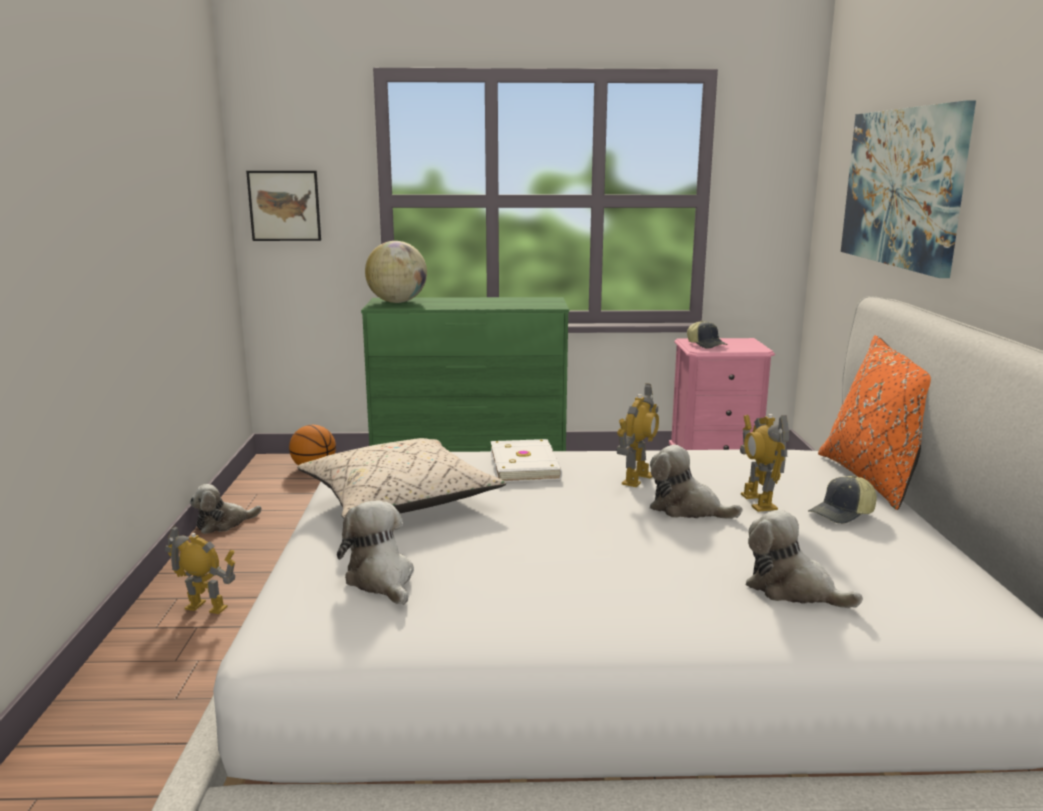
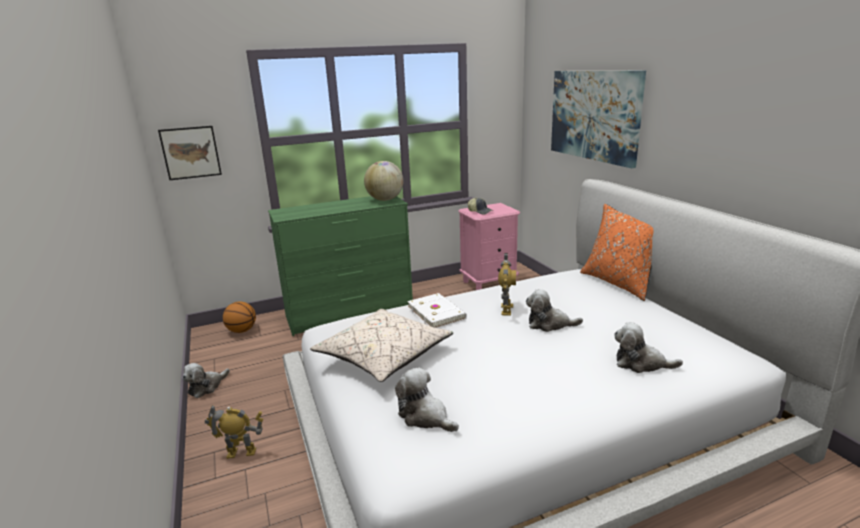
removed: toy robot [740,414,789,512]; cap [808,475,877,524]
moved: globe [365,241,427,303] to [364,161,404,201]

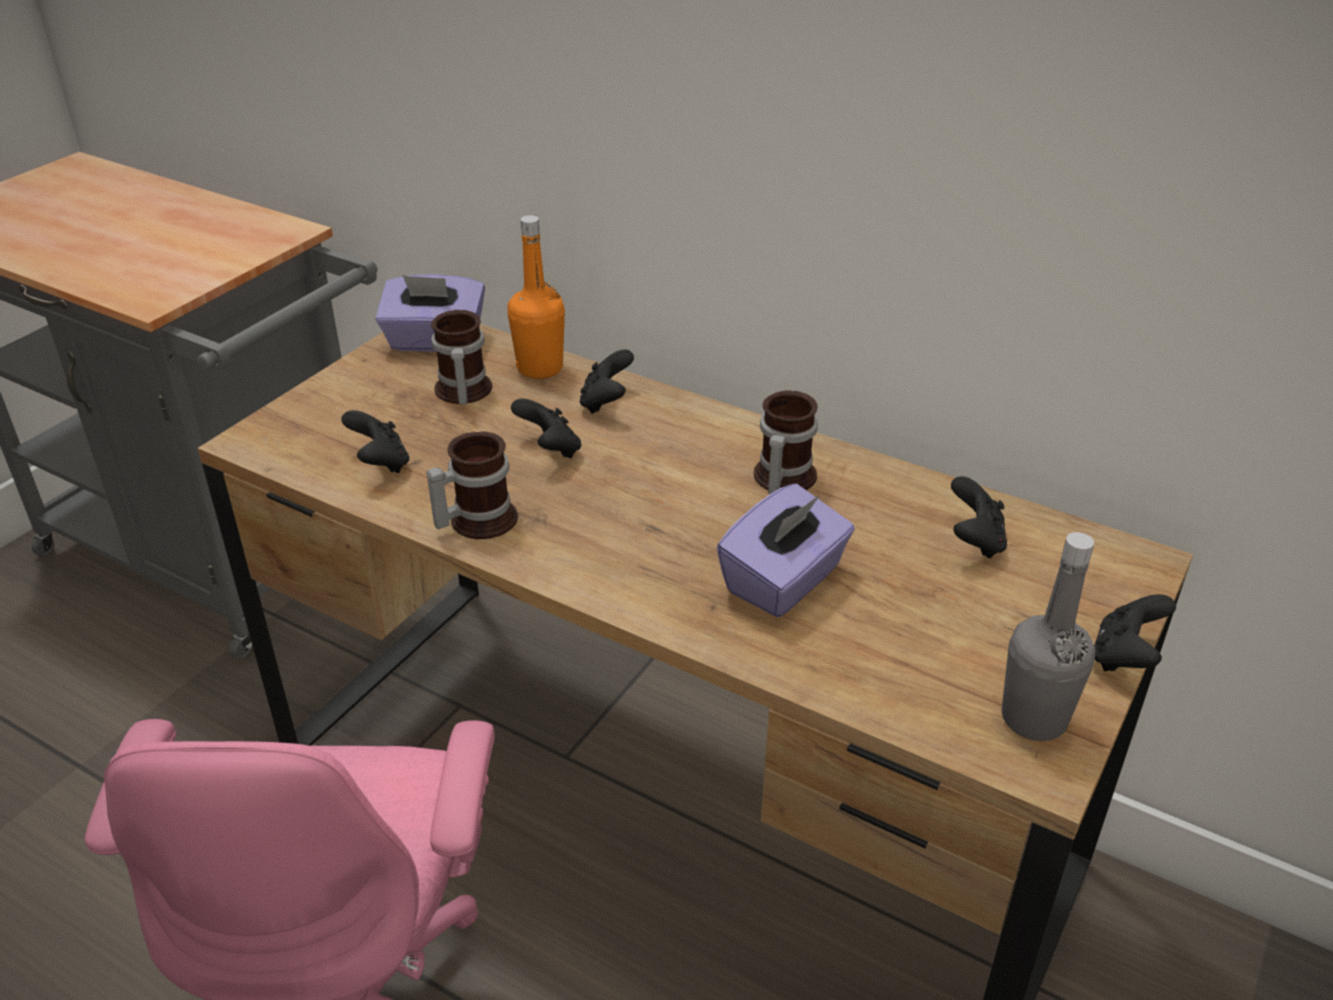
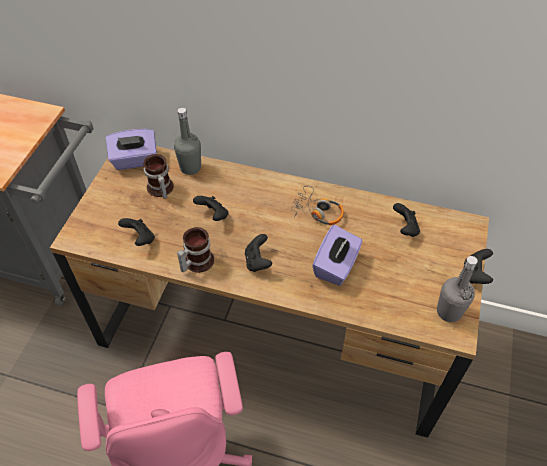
moved: black game controller [580,350,634,414] to [245,234,272,272]
replaced: mug [754,391,818,494] to headphones [291,186,344,225]
recoloured: orange bottle [507,215,565,379] to grey bottle [174,107,201,175]

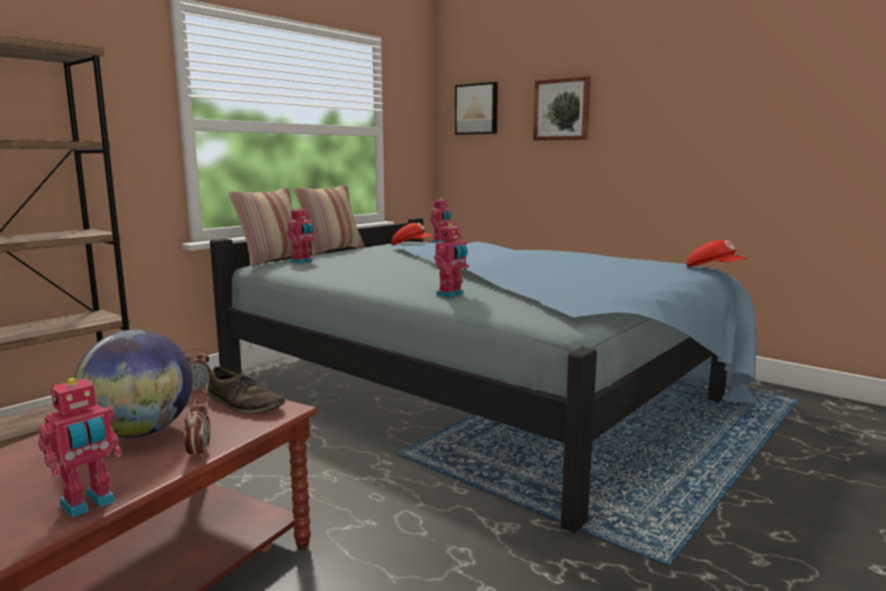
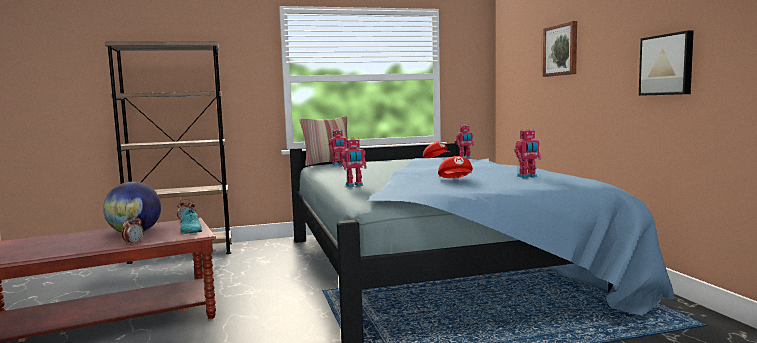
removed: pillow [295,185,364,255]
moved: toy robot [38,376,122,517] to [514,128,542,178]; picture [455,82,498,135] to [639,30,694,96]; red cap [687,240,747,267] to [438,156,473,178]
recoloured: brown shoe [208,366,285,414] to turquoise shoe [180,209,202,234]

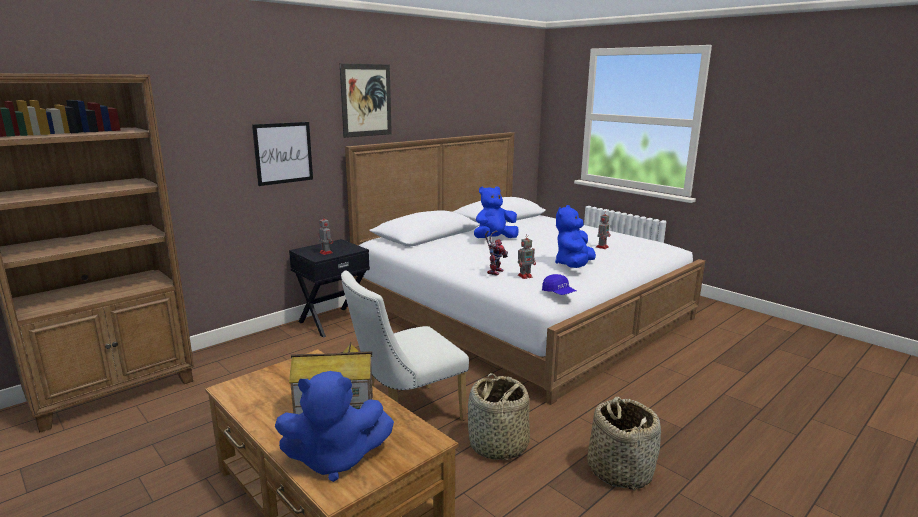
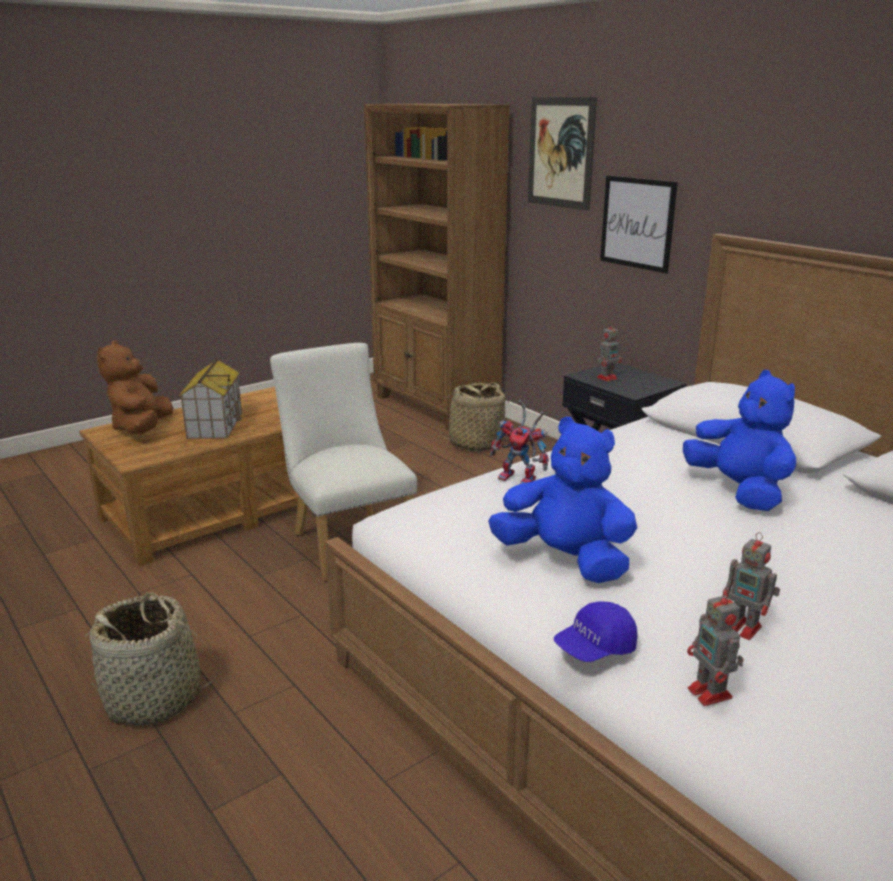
moved: picture [340,63,392,138] to [528,97,597,211]; basket [468,373,530,460] to [436,382,508,451]; toy robot [518,234,536,279] to [687,589,744,706]; blue cap [542,274,576,295] to [554,601,638,662]
recoloured: blue plush toy [275,371,394,482] to brown plush toy [97,340,173,434]

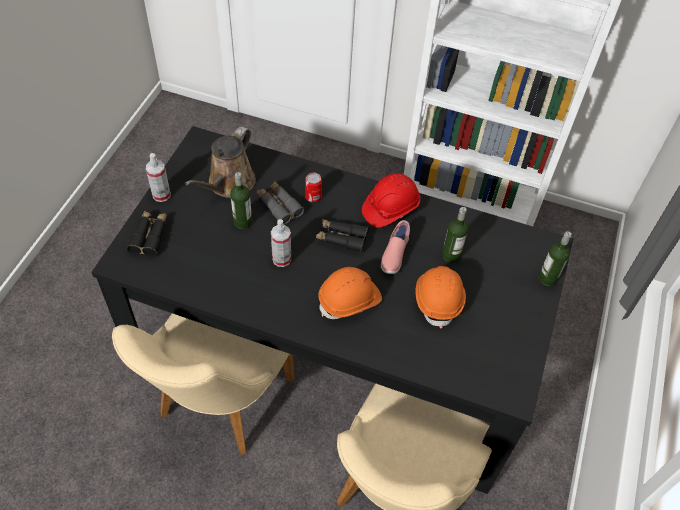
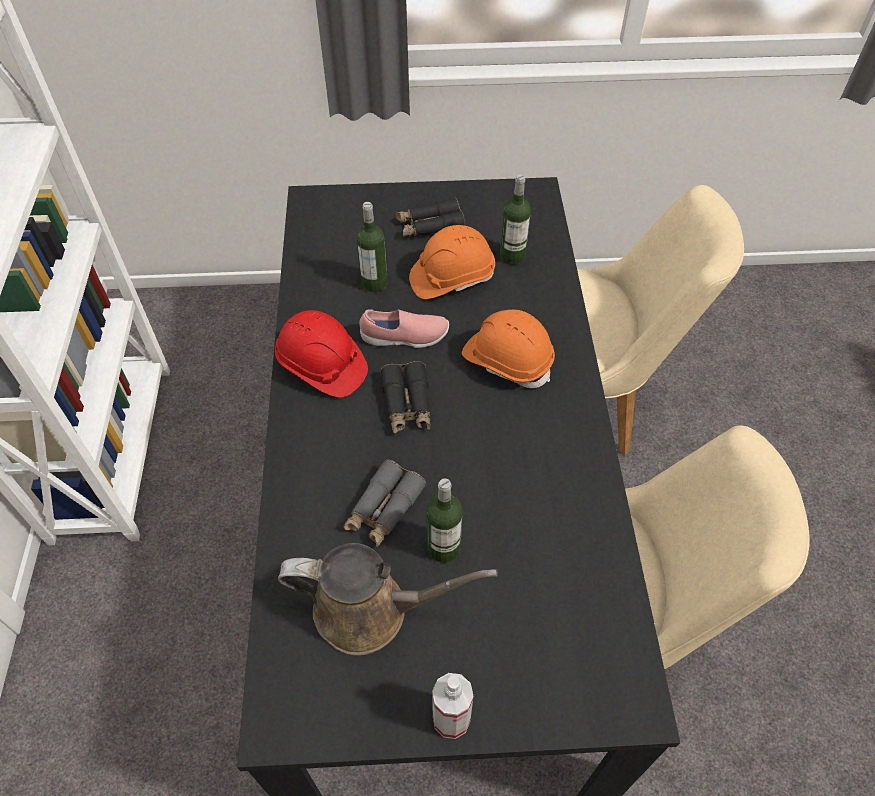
removed: spray bottle [271,219,291,267]; can [305,173,322,202]
moved: black binoculars [127,211,167,256] to [396,198,466,237]; bottle [538,231,572,286] to [500,174,531,265]

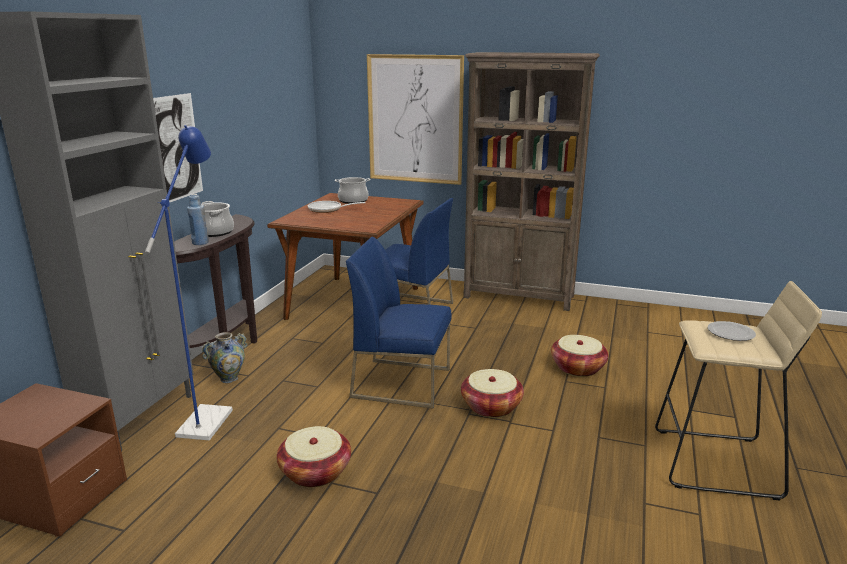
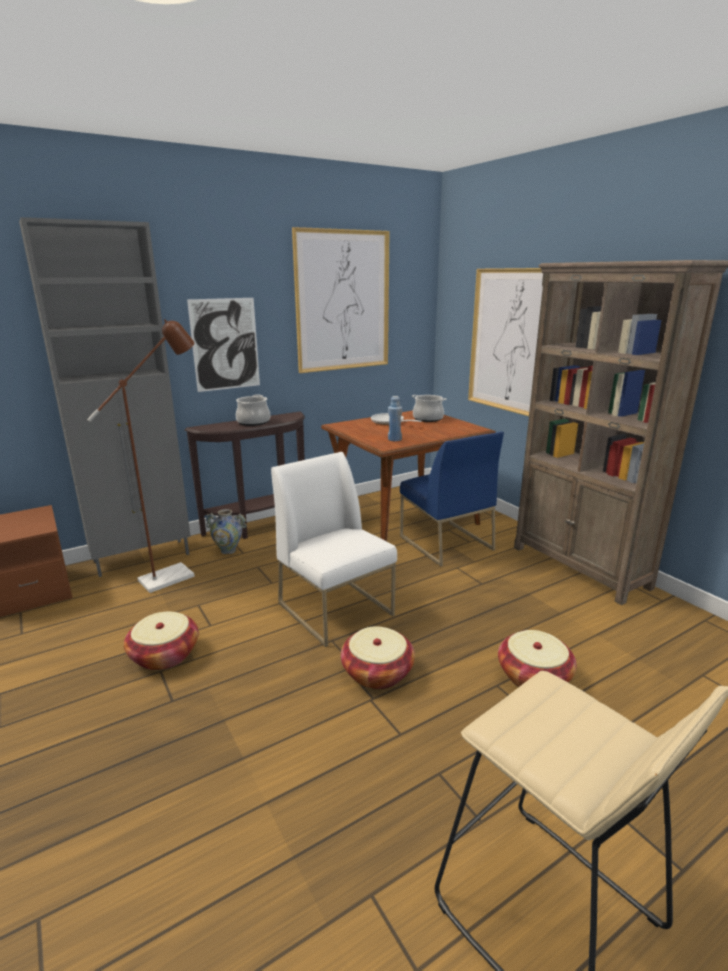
removed: plate [708,321,756,341]
added: picture [292,227,389,373]
moved: blue bottle [187,194,209,245] to [388,396,402,441]
recoloured: blue floor lamp [145,125,233,440] to brown floor lamp [87,319,195,593]; blue chair [346,237,452,408] to white chair [271,452,397,647]

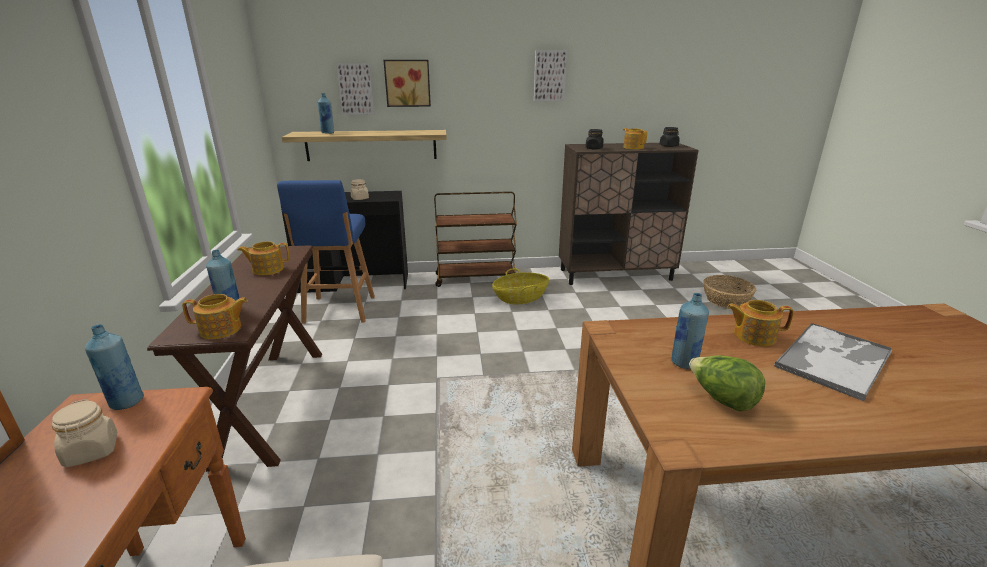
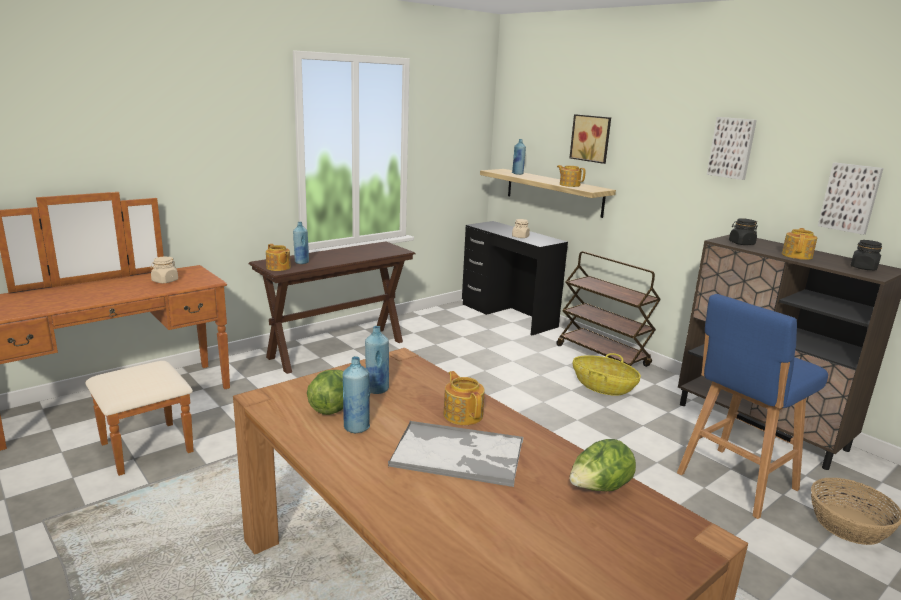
added: lettuce [570,439,636,491]
moved: blue bottle [85,324,144,410] to [343,356,370,433]; teapot [237,241,290,275] to [557,165,586,187]; blue stool [277,180,375,324] to [677,294,828,519]; picture [336,63,375,115] to [818,163,883,235]

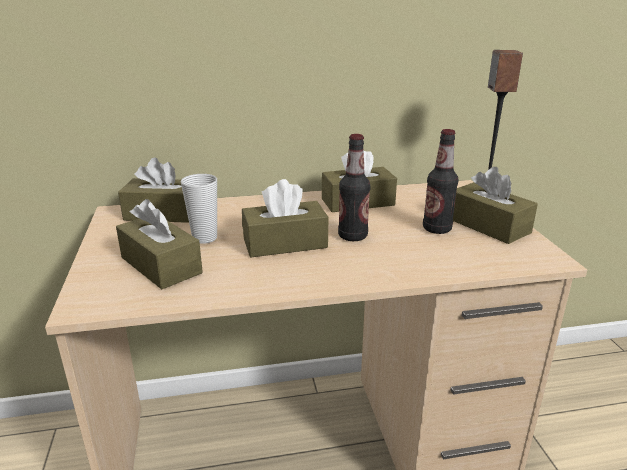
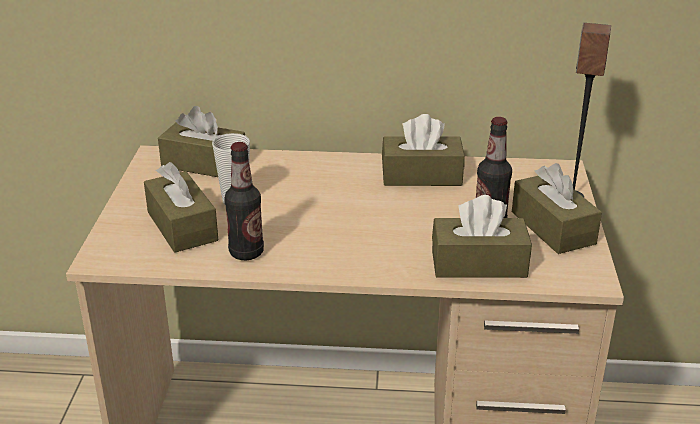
moved: brown tissue box [242,179,328,257] to [432,195,532,278]; bottle [338,134,370,241] to [224,142,264,260]

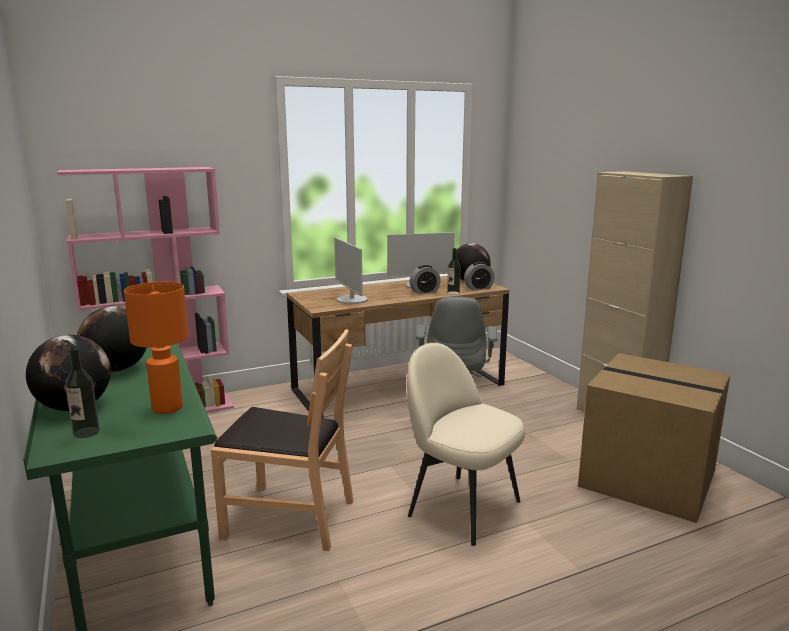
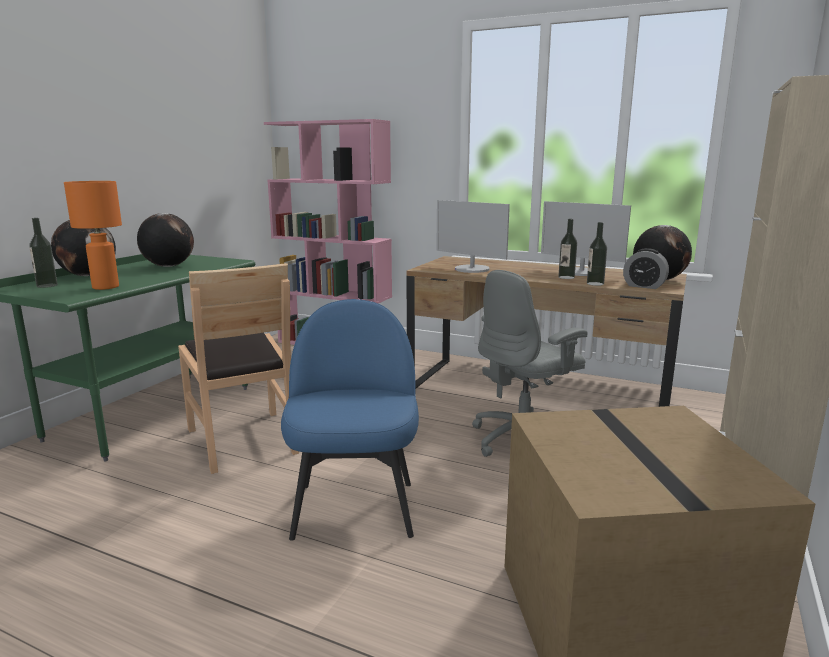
replaced: alarm clock [410,265,441,294] to bottle [558,219,577,279]
recoloured: beige chair [407,343,525,546] to blue chair [281,299,419,541]
turned: monitor [334,237,368,304] = [436,200,510,273] 75 degrees counterclockwise

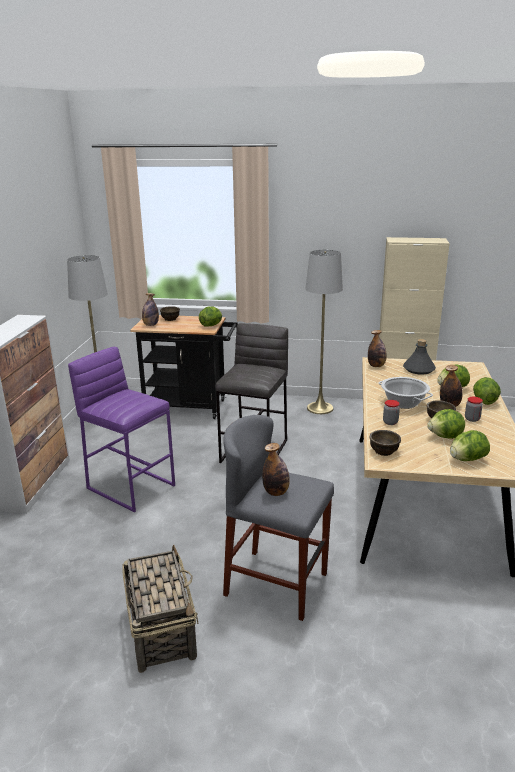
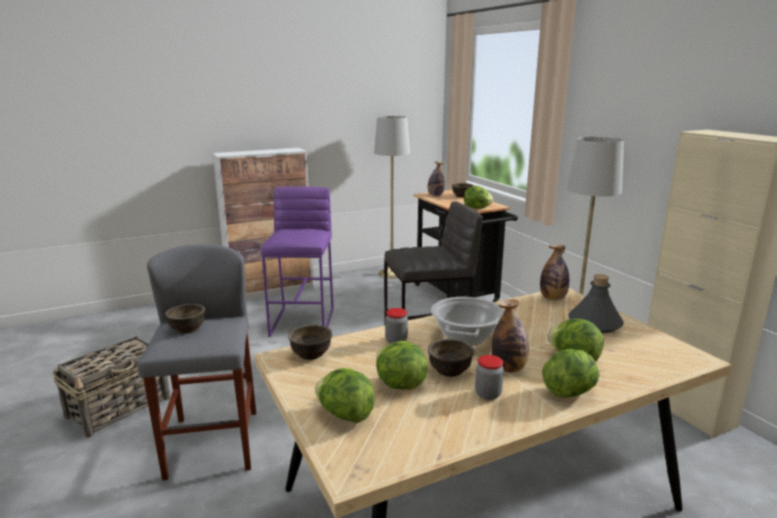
replaced: bottle [262,443,290,496] to brown bowl [165,304,205,333]

